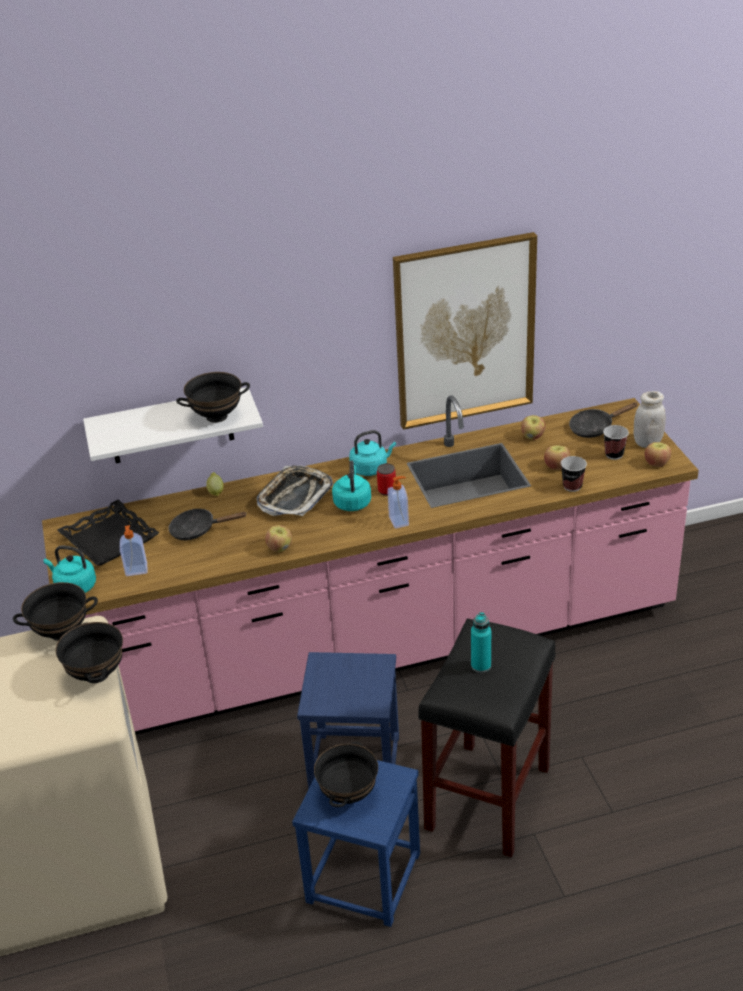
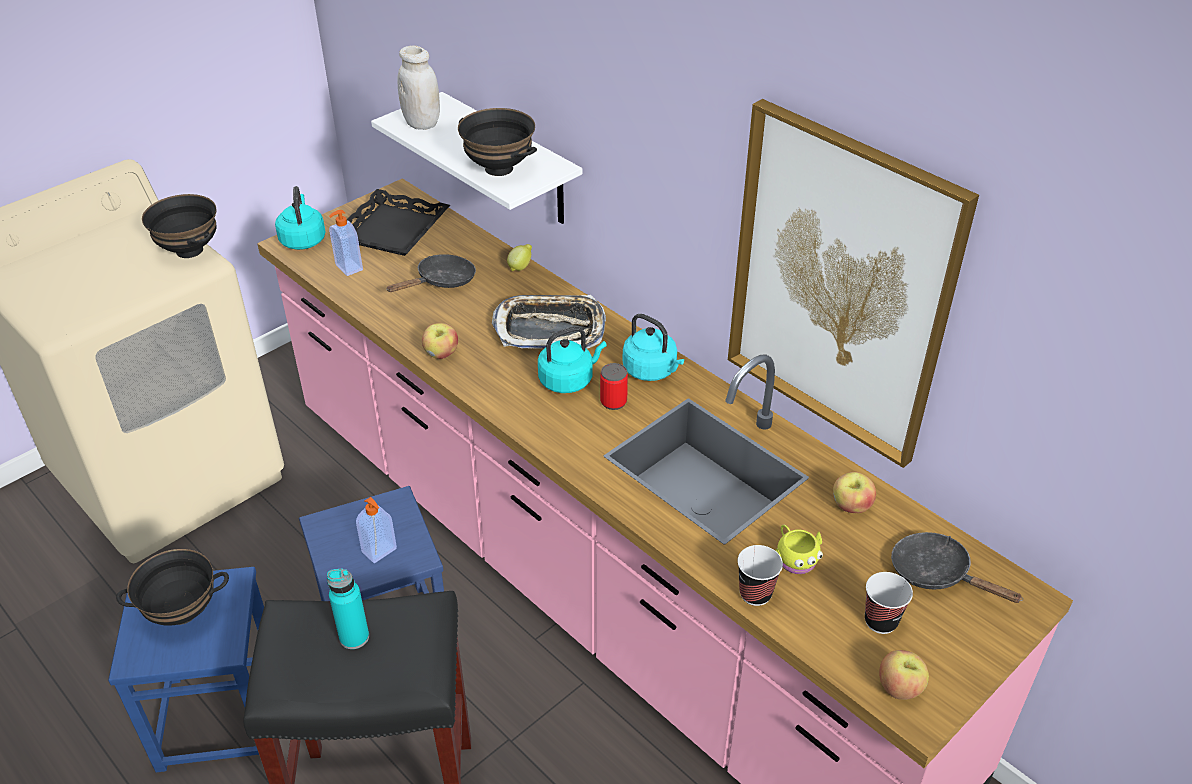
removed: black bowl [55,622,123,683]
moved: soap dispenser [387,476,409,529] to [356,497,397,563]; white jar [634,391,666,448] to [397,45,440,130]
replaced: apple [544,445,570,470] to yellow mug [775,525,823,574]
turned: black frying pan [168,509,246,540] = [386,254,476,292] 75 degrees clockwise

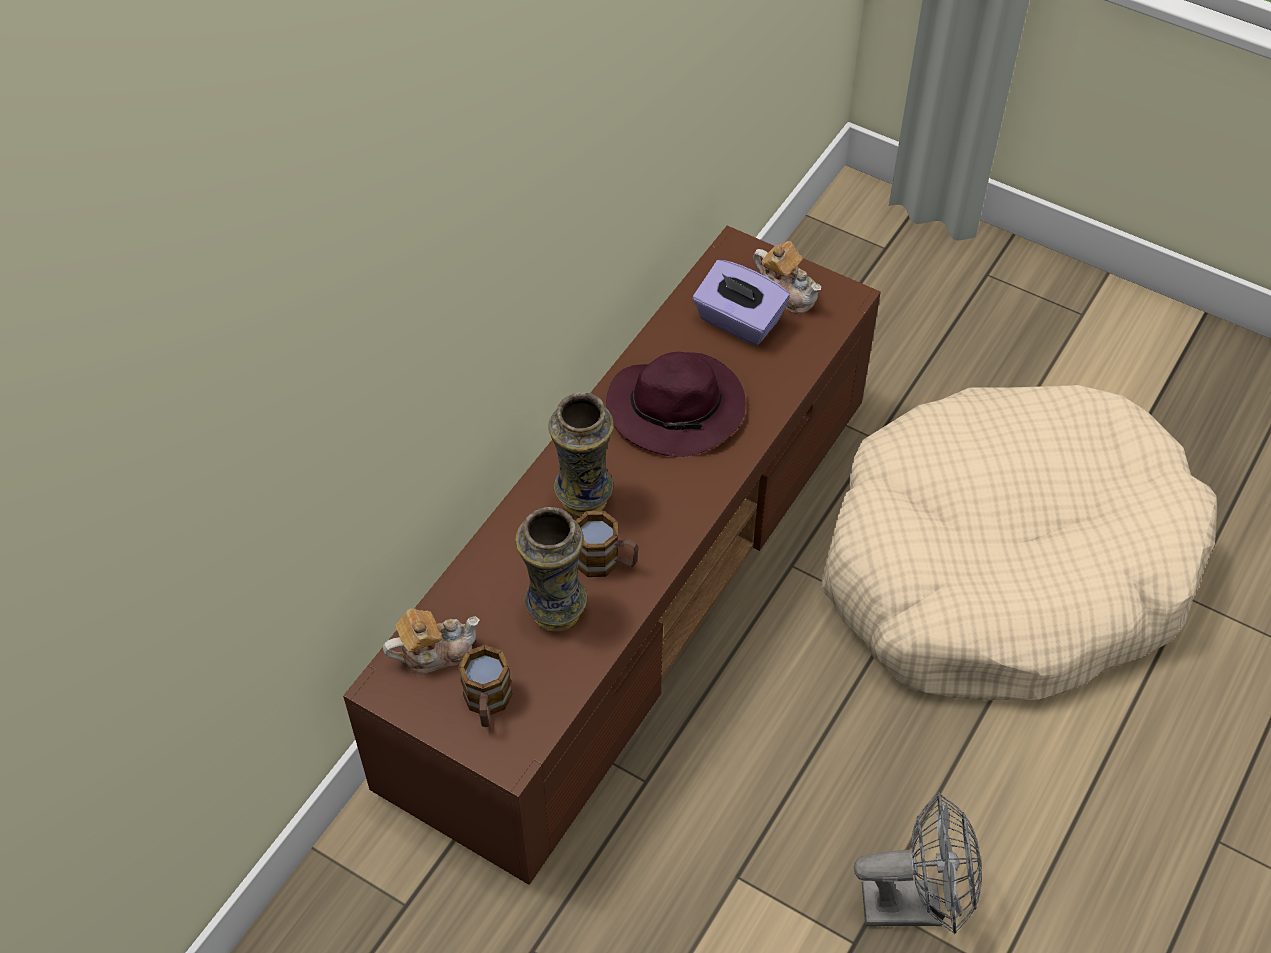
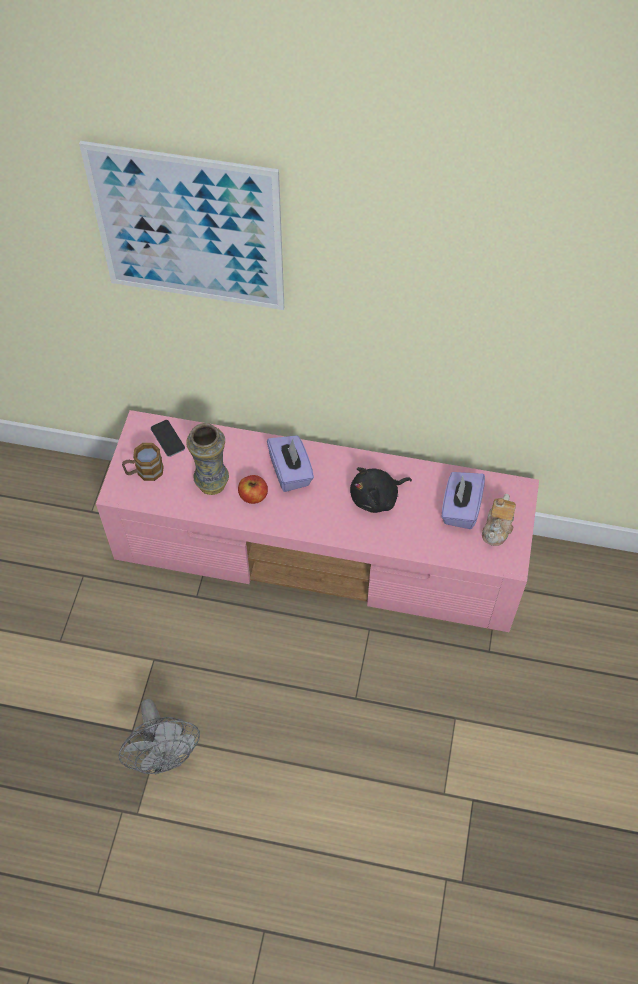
removed: beige dog bed [821,385,1217,700]
added: picture [79,141,284,310]
replaced: teapot [383,609,480,674] to phone [151,420,185,457]; vase [548,392,614,517] to purple tissue box [267,435,314,492]; mug [575,511,639,577] to apple [238,475,268,504]; purple hat [606,352,746,457] to black plush toy [350,467,412,513]
recoloured: brown tv stand [343,226,881,885] to pink tv stand [96,410,539,632]

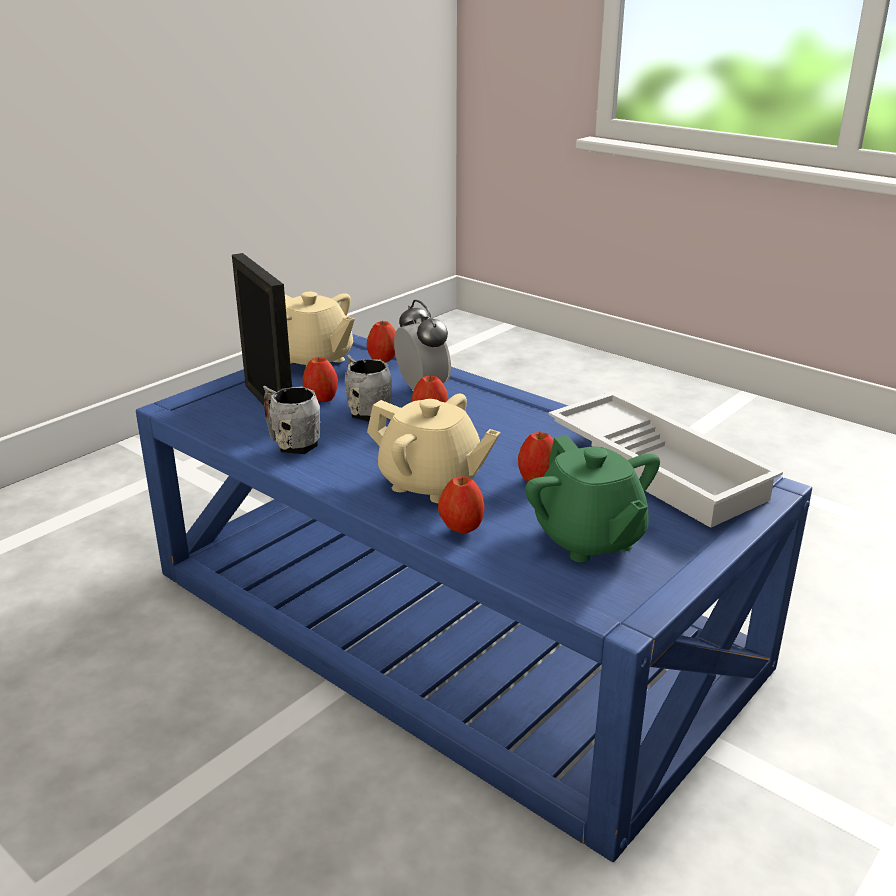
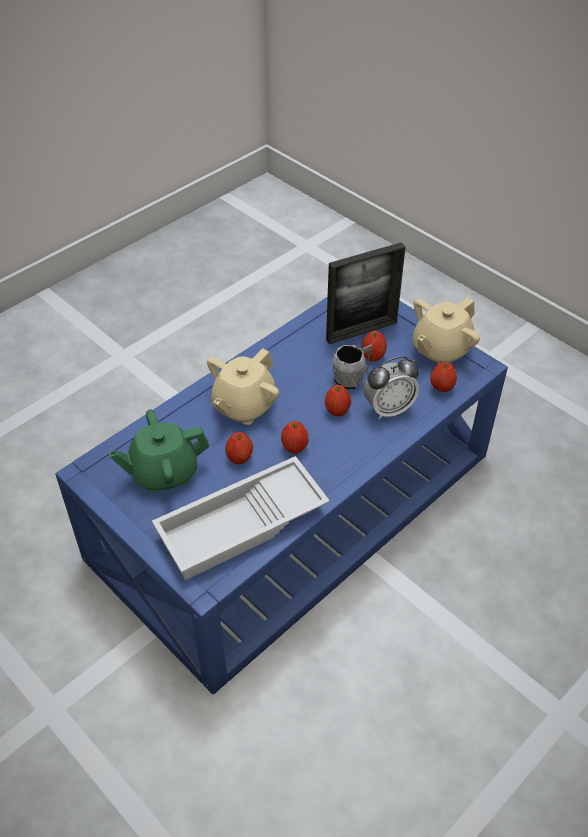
removed: grey mug [263,385,320,454]
moved: apple [438,476,485,533] to [281,421,309,454]

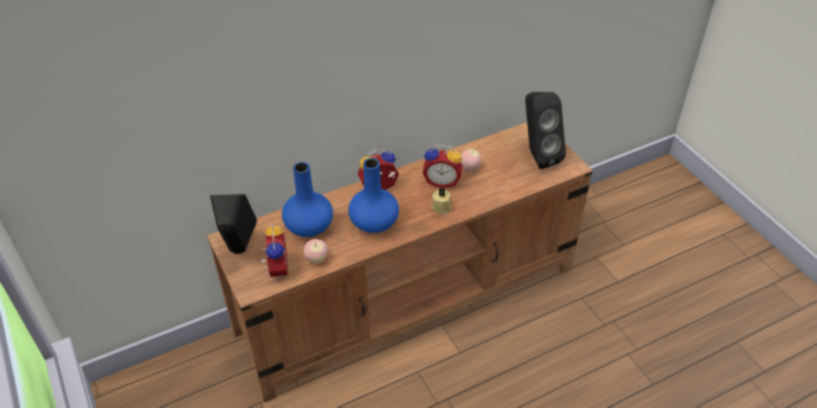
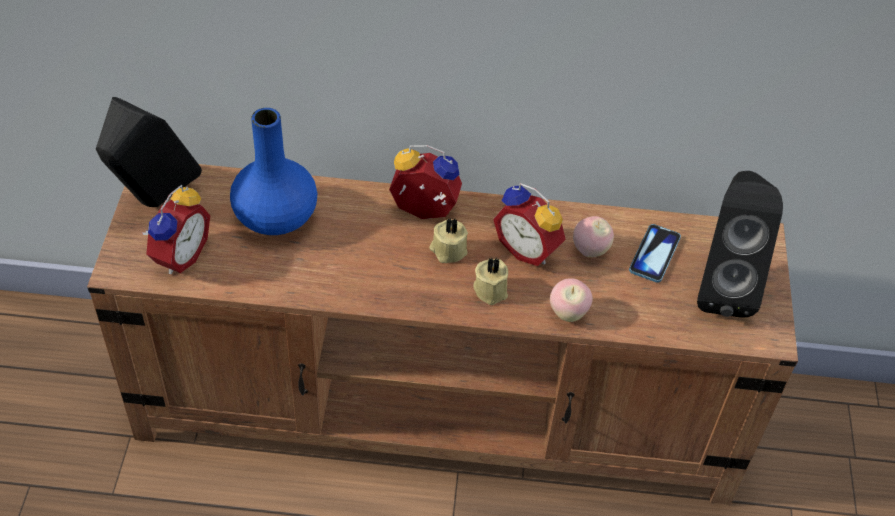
removed: blue vase [348,158,399,233]
added: beige candle [429,218,468,263]; phone [629,224,681,283]
moved: apple [304,239,328,264] to [550,278,593,322]

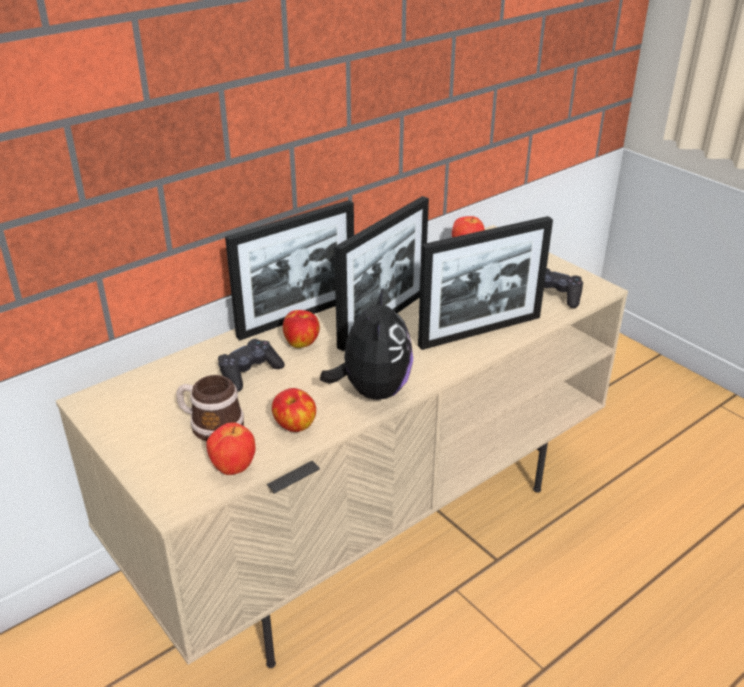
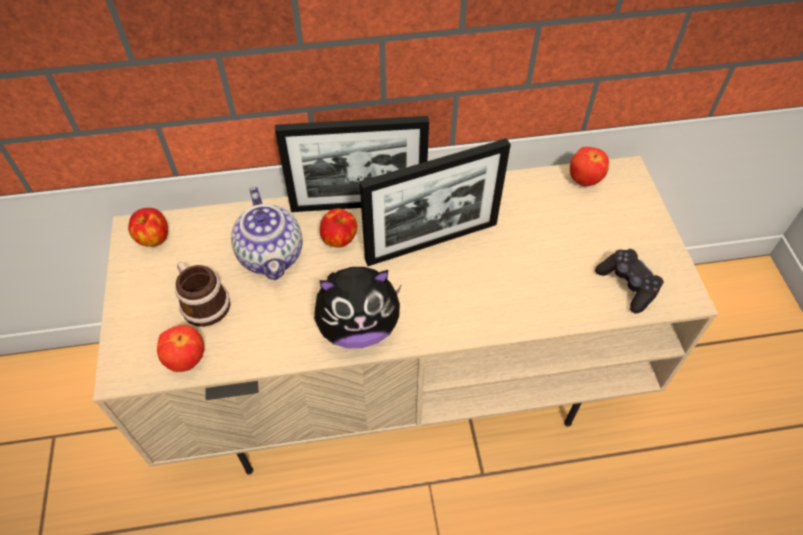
removed: picture frame [418,216,553,350]
moved: apple [272,388,316,432] to [128,208,168,247]
replaced: black game controller [218,339,285,392] to teapot [231,187,303,280]
turned: plush toy [320,287,413,400] = [314,267,402,348] 45 degrees clockwise

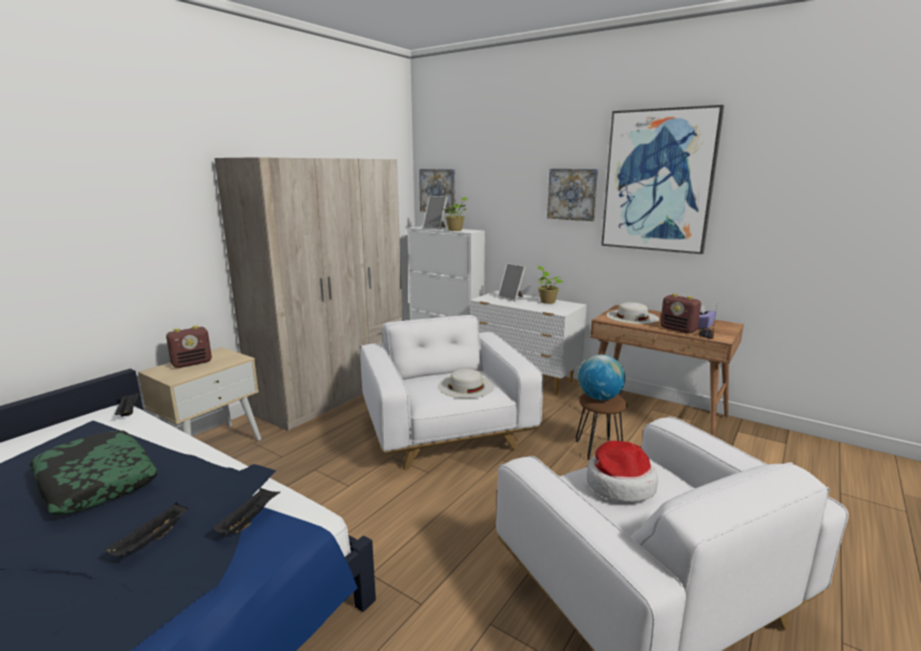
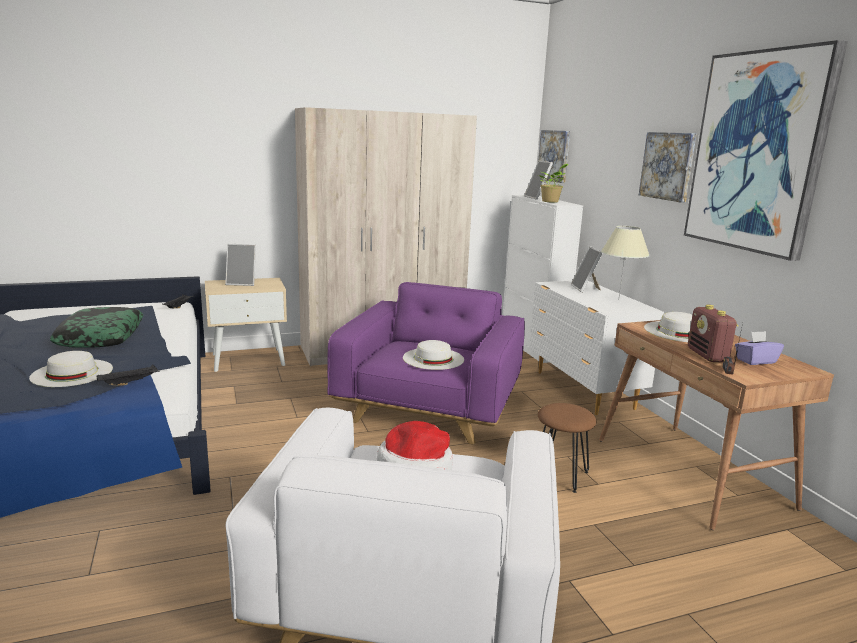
removed: globe [578,355,625,400]
replaced: black tray [105,503,188,556] to white hat [29,351,113,387]; radio [166,325,212,368] to picture frame [225,244,256,286]; potted plant [538,266,564,304] to beige table lamp [601,226,650,297]
recoloured: white armchair [360,315,543,470] to purple armchair [327,282,525,444]

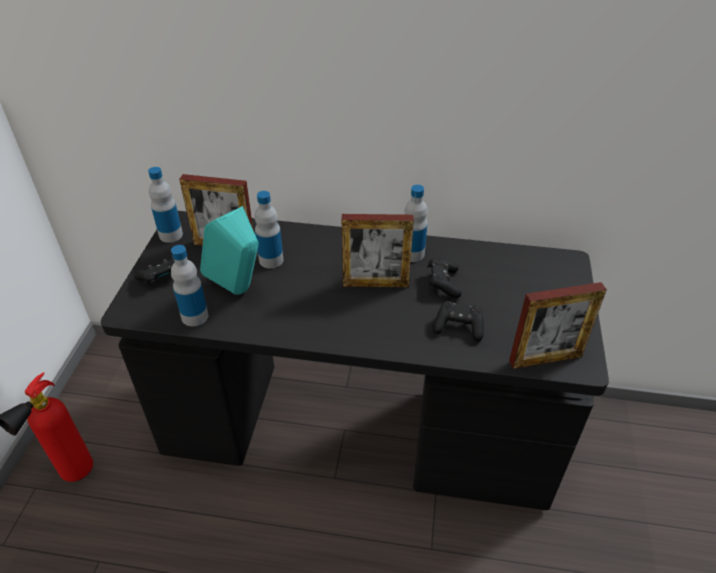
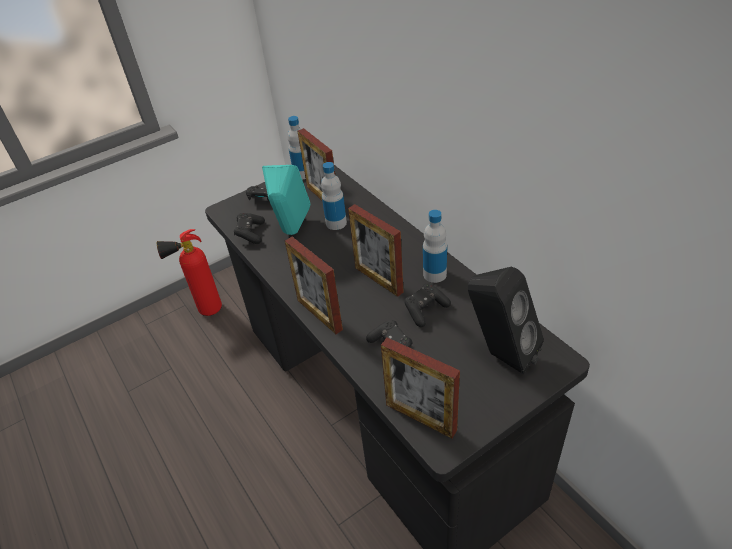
added: picture frame [285,237,343,334]; black speaker [468,267,544,375]
replaced: bottle [171,245,208,326] to black game controller [234,213,265,244]

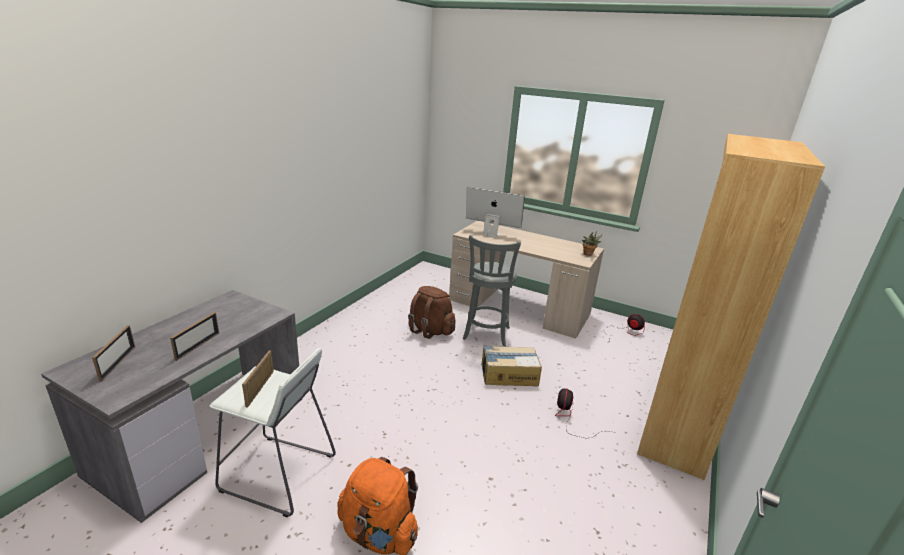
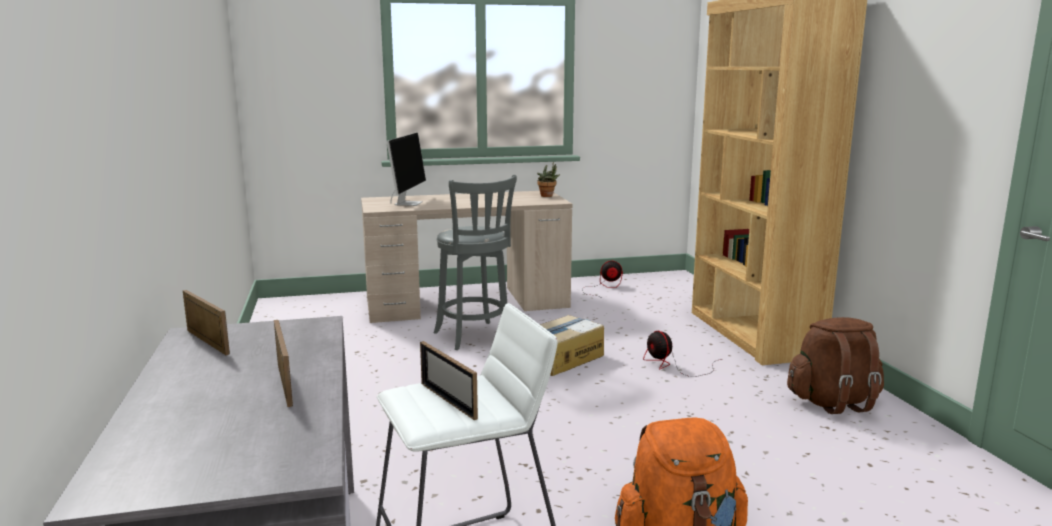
moved: picture frame [92,325,135,382] to [183,290,230,355]; brown backpack [408,286,455,339] to [787,317,884,414]
turned: monitor [466,187,525,238] = [386,132,426,206] 120 degrees clockwise

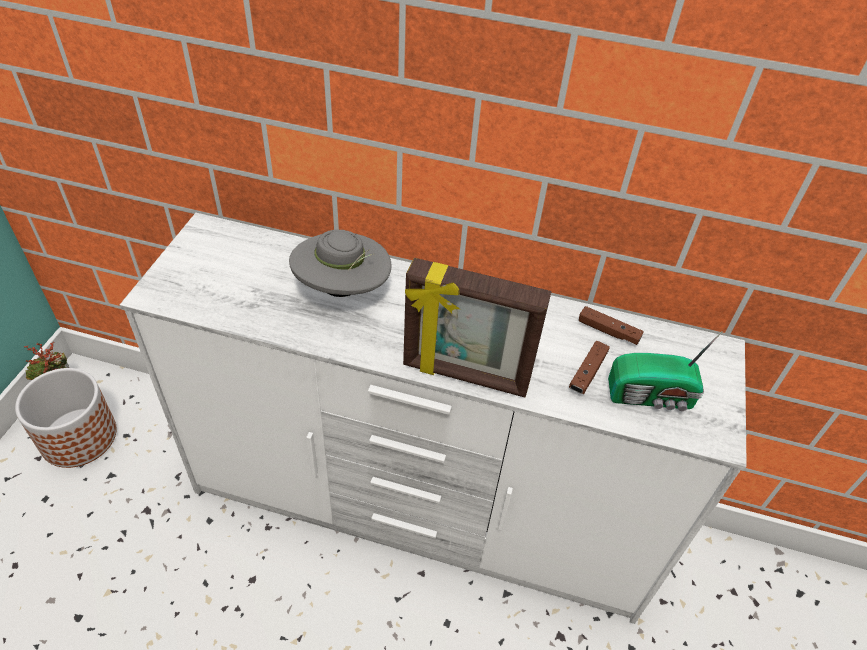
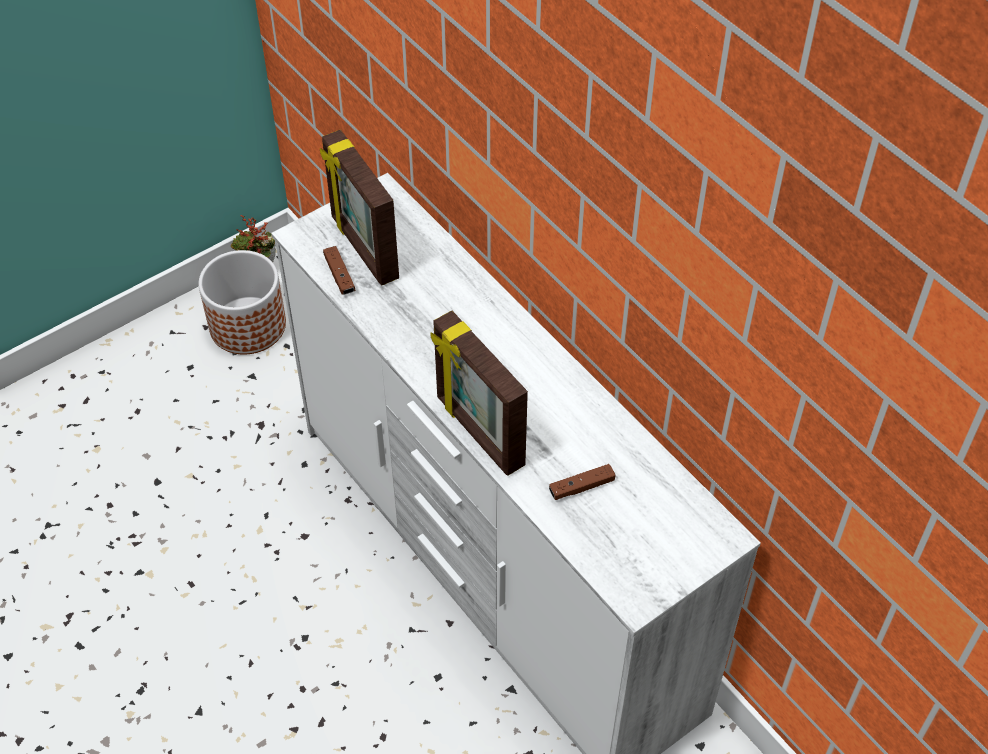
removed: grey hat [289,230,392,297]; radio [608,331,723,411]
added: picture frame [320,130,399,286]
moved: brown game controller [579,306,643,345] to [323,246,355,295]

